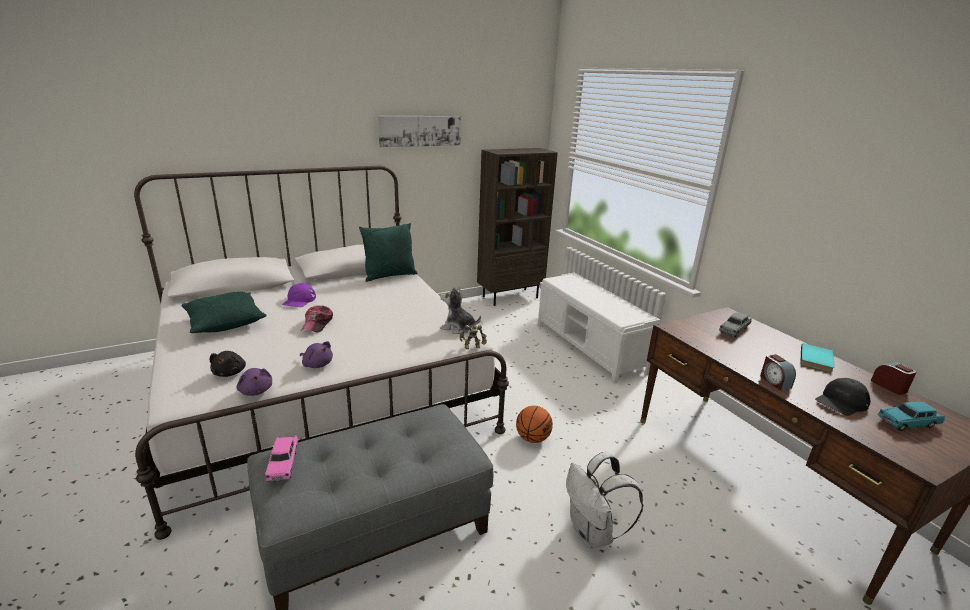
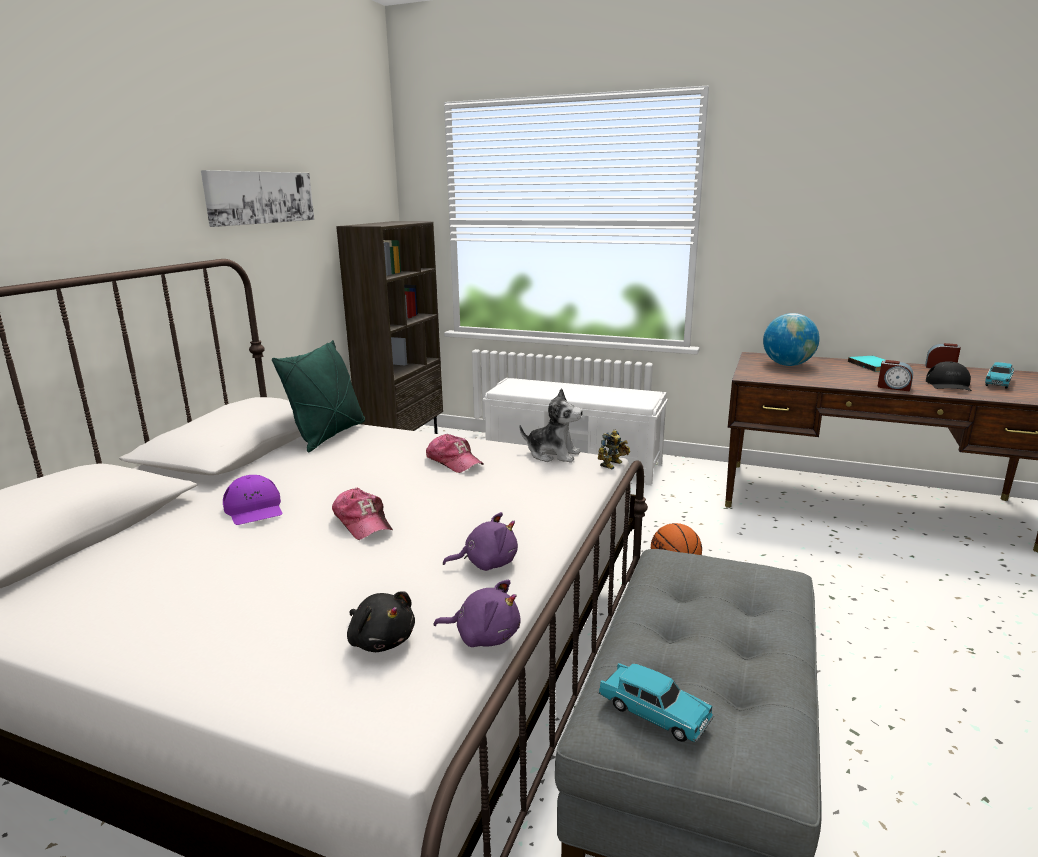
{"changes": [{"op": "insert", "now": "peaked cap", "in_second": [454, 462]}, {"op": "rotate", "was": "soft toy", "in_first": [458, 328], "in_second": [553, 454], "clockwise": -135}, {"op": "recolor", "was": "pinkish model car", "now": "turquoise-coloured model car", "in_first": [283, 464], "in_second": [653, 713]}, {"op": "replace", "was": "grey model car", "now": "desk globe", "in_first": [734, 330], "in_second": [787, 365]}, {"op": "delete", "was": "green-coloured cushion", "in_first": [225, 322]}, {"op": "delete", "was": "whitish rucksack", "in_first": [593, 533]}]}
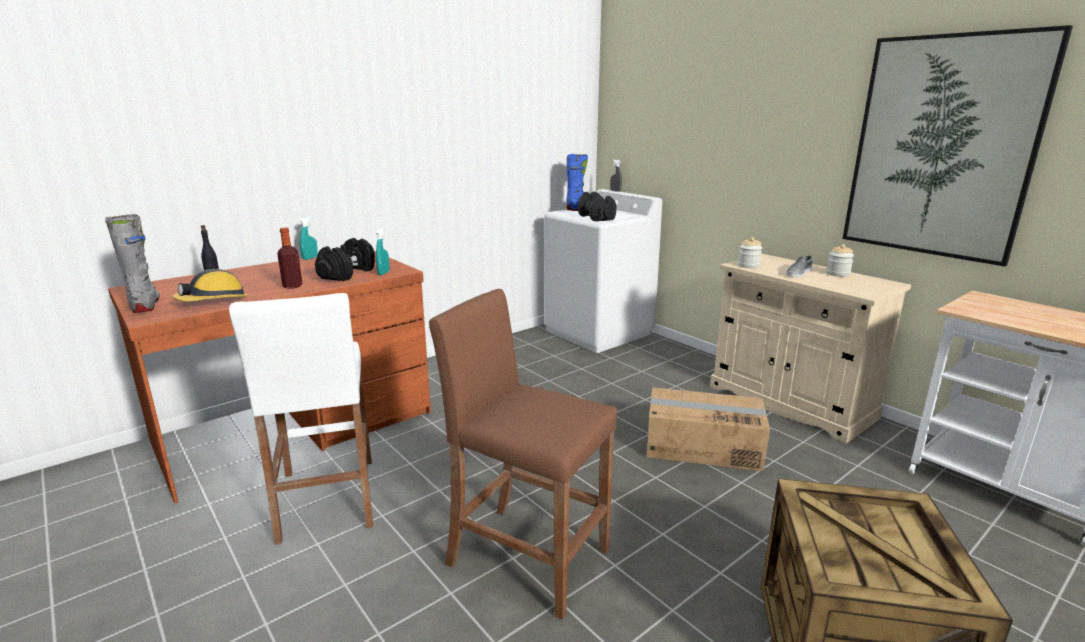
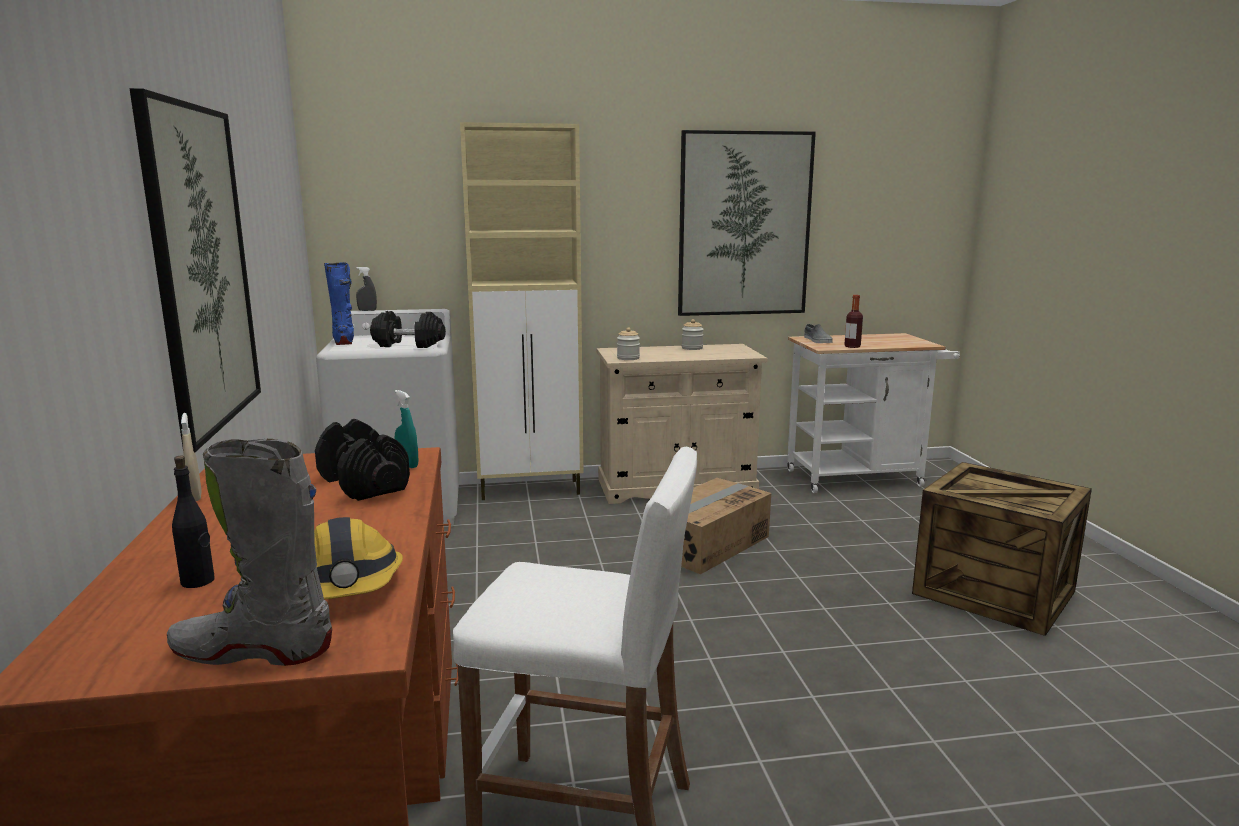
{"changes": [{"op": "insert", "now": "wall art", "in_second": [201, 268]}, {"op": "recolor", "was": "turquoise-coloured spray bottle", "now": "sand-coloured spray bottle", "in_first": [310, 258], "in_second": [195, 497]}, {"op": "insert", "now": "sand-coloured cabinet", "in_second": [531, 490]}, {"op": "move", "was": "grey shoe", "in_first": [798, 273], "in_second": [817, 340]}, {"op": "move", "was": "drink bottle", "in_first": [292, 286], "in_second": [852, 346]}, {"op": "delete", "was": "brown-coloured stool seat", "in_first": [527, 557]}]}
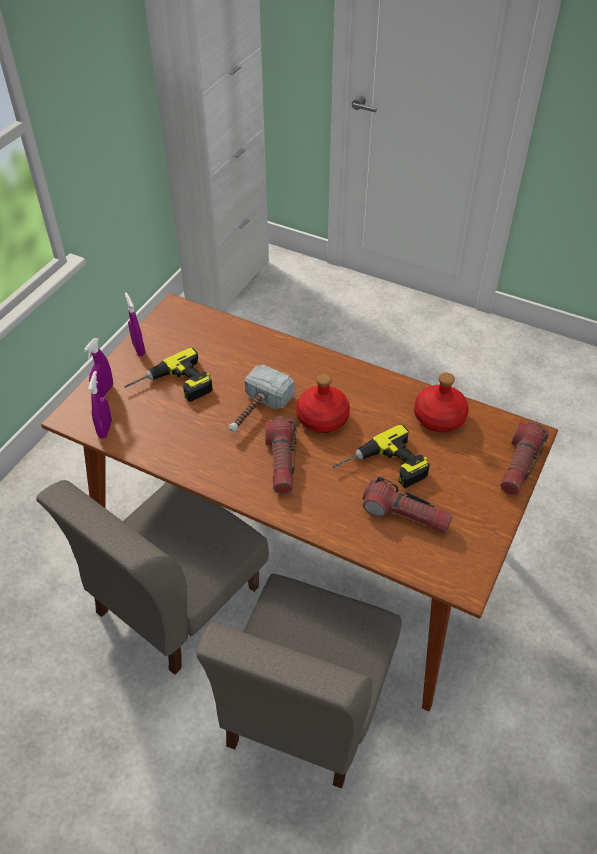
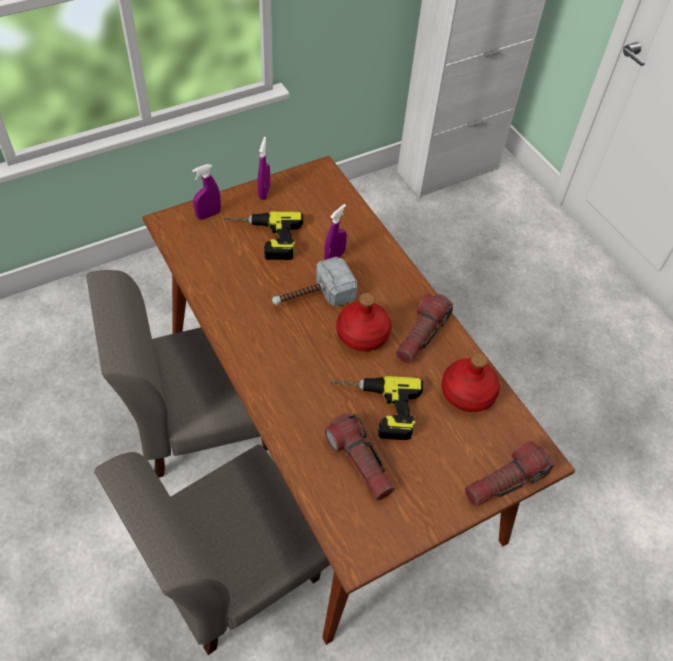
{"changes": [{"op": "move", "was": "purple-coloured spray bottle", "in_first": [105, 429], "in_second": [334, 257]}, {"op": "move", "was": "torch", "in_first": [281, 462], "in_second": [421, 335]}]}
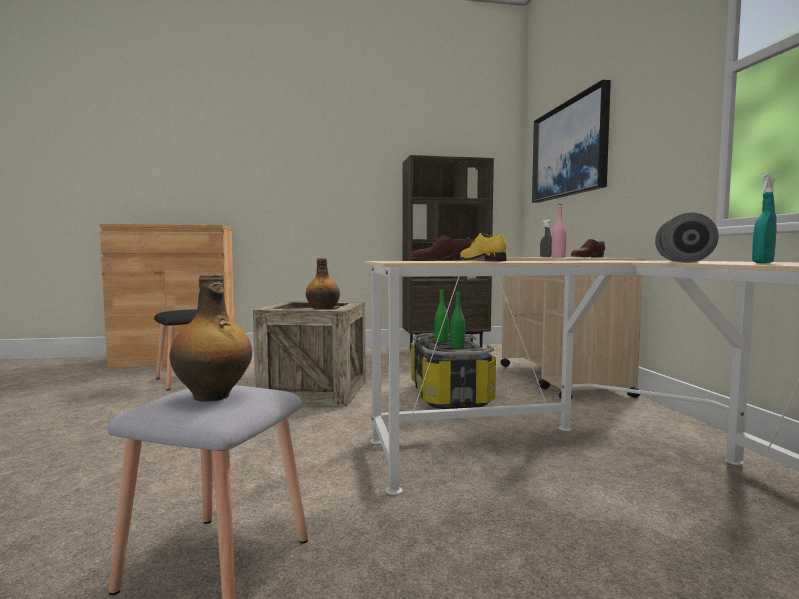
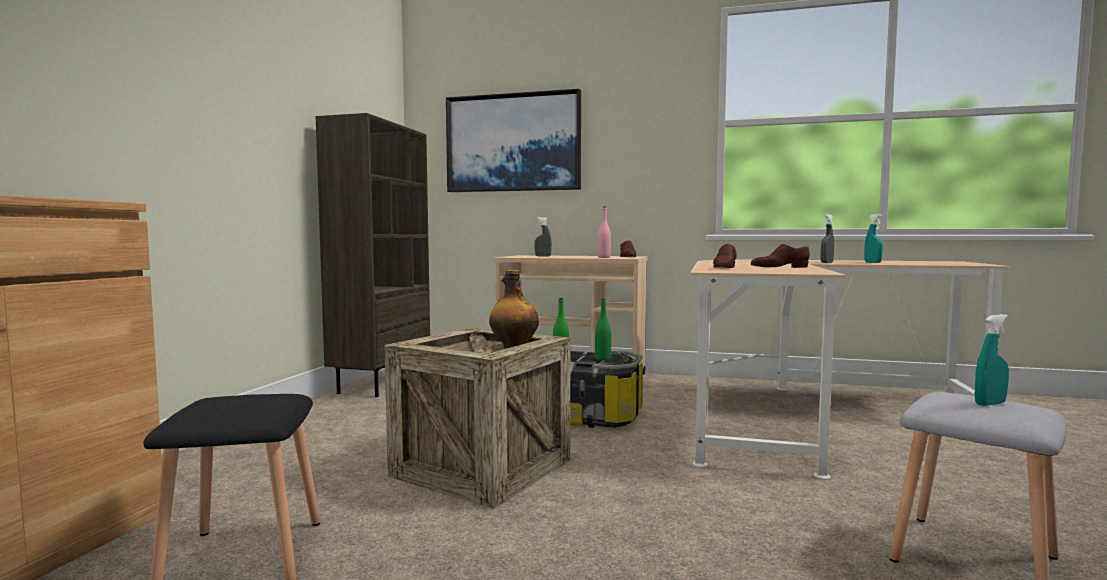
{"changes": [{"op": "recolor", "was": "yellow shoe", "now": "brown-coloured shoe", "in_first": [482, 261], "in_second": [779, 267]}, {"op": "replace", "was": "grey free weight", "now": "grey spray bottle", "in_first": [683, 262], "in_second": [826, 262]}, {"op": "replace", "was": "drink bottle", "now": "turquoise-coloured spray bottle", "in_first": [212, 397], "in_second": [990, 404]}]}
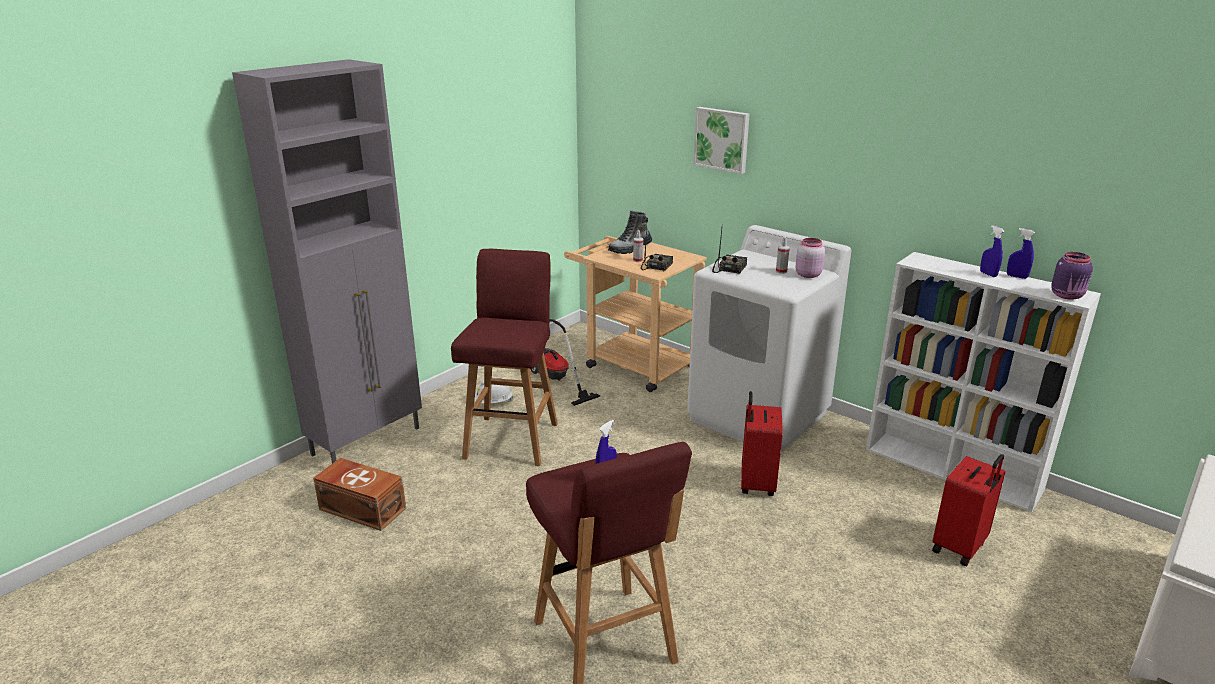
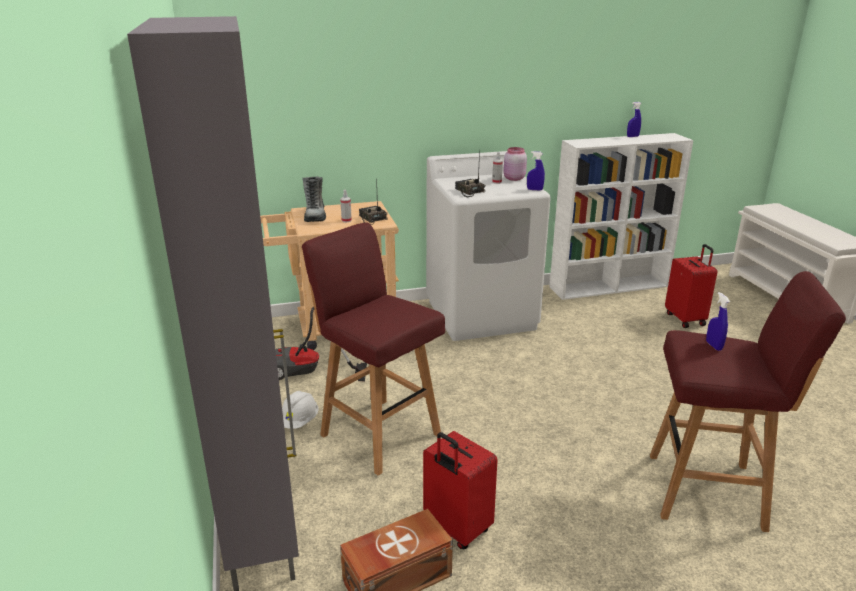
{"changes": [{"op": "move", "was": "red-coloured piece of luggage", "in_first": [756, 484], "in_second": [456, 529]}, {"op": "move", "was": "bluish spray bottle", "in_first": [988, 274], "in_second": [534, 189]}, {"op": "delete", "was": "wall art", "in_first": [722, 139]}, {"op": "delete", "was": "purple-coloured storage jar", "in_first": [1067, 296]}]}
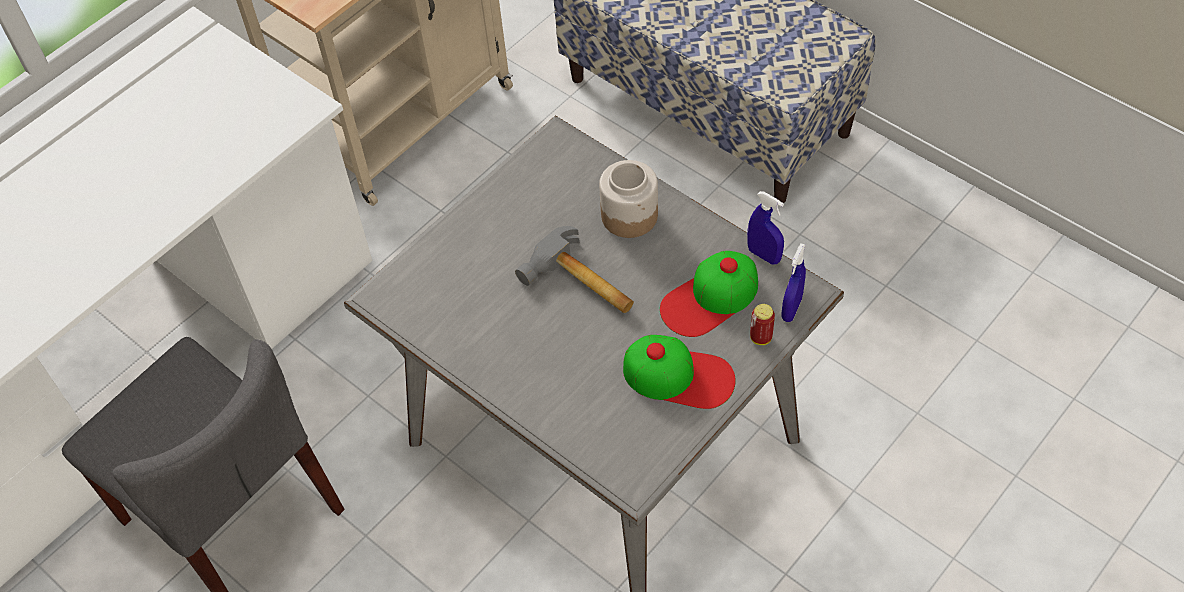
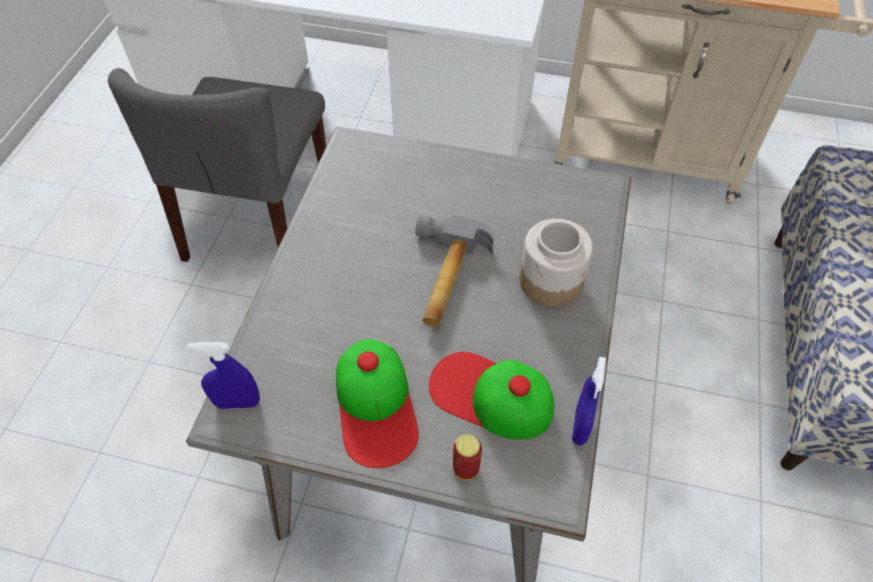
{"changes": [{"op": "move", "was": "bluish spray bottle", "in_first": [791, 309], "in_second": [238, 402]}]}
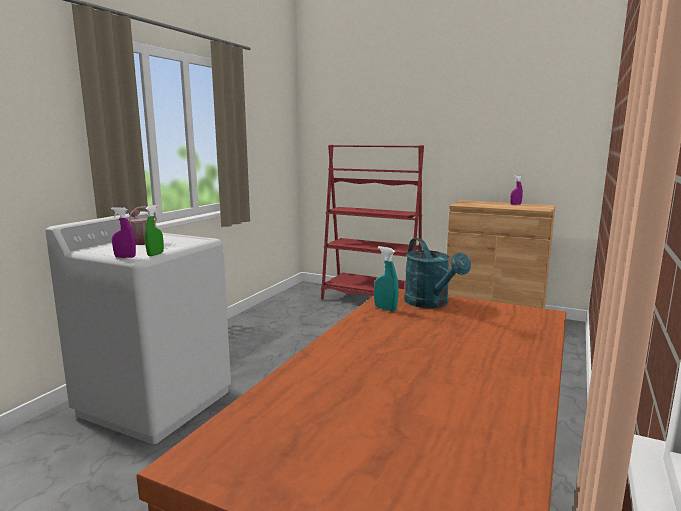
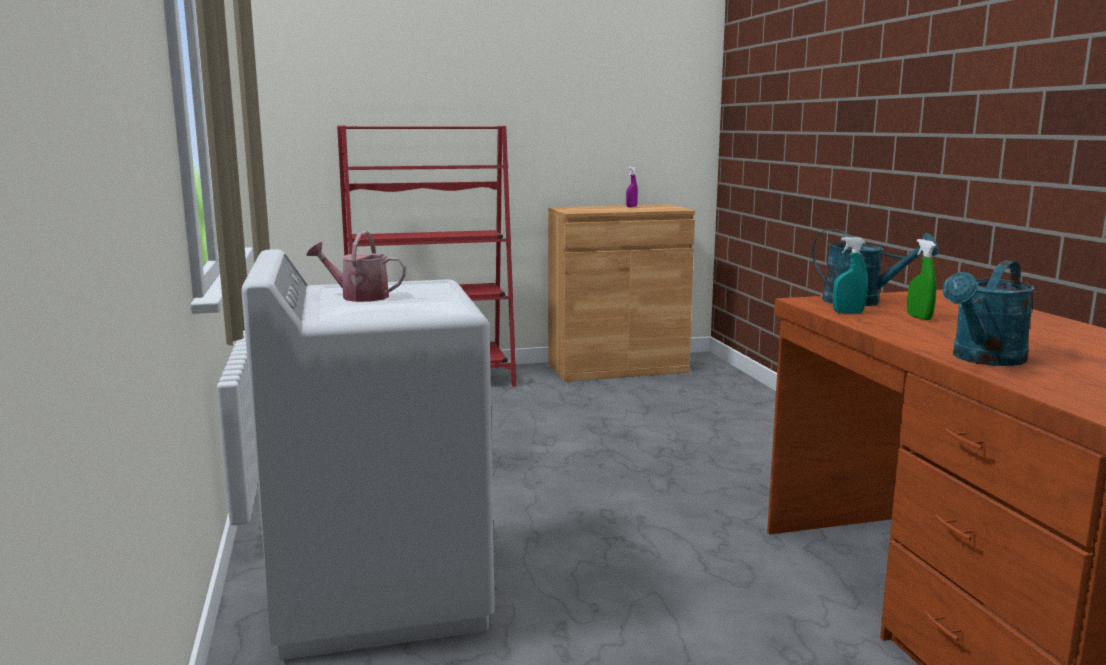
{"changes": [{"op": "move", "was": "green-coloured spray bottle", "in_first": [155, 254], "in_second": [919, 317]}, {"op": "insert", "now": "turquoise-coloured sprinkling can", "in_second": [983, 359]}, {"op": "delete", "was": "purple-coloured spray bottle", "in_first": [125, 257]}]}
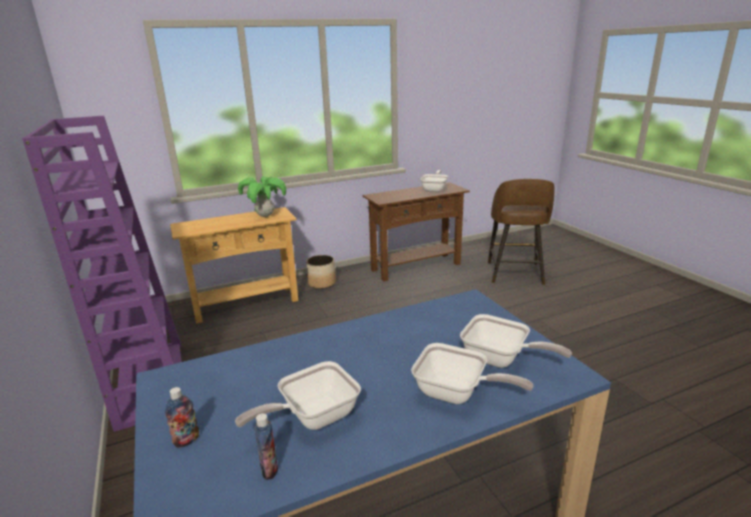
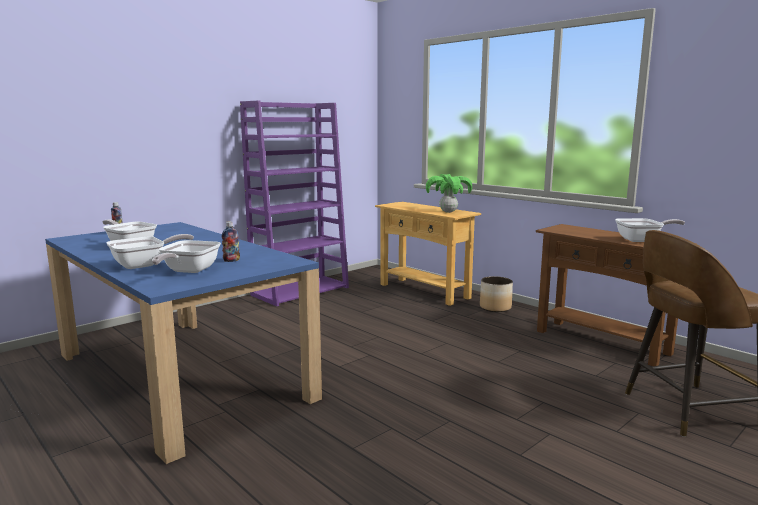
{"changes": [{"op": "rotate", "was": "skillet", "in_first": [456, 394], "in_second": [144, 265], "clockwise": -135}, {"op": "move", "was": "drink bottle", "in_first": [269, 470], "in_second": [231, 260]}]}
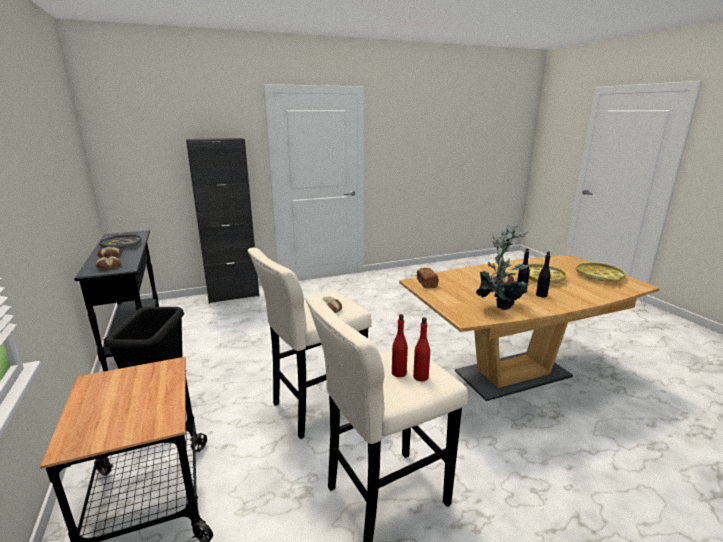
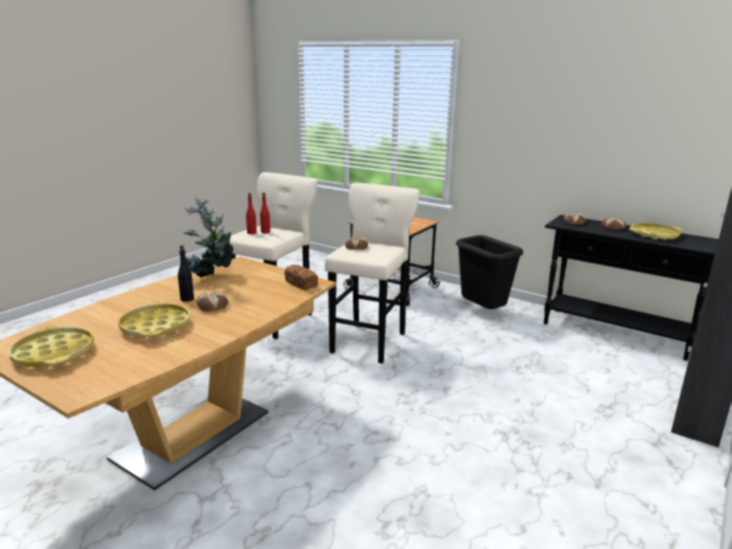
{"changes": [{"op": "recolor", "was": "grey serving tray", "now": "yellow serving tray", "in_first": [121, 245], "in_second": [654, 235]}, {"op": "delete", "was": "black drink bottle", "in_first": [541, 295]}]}
